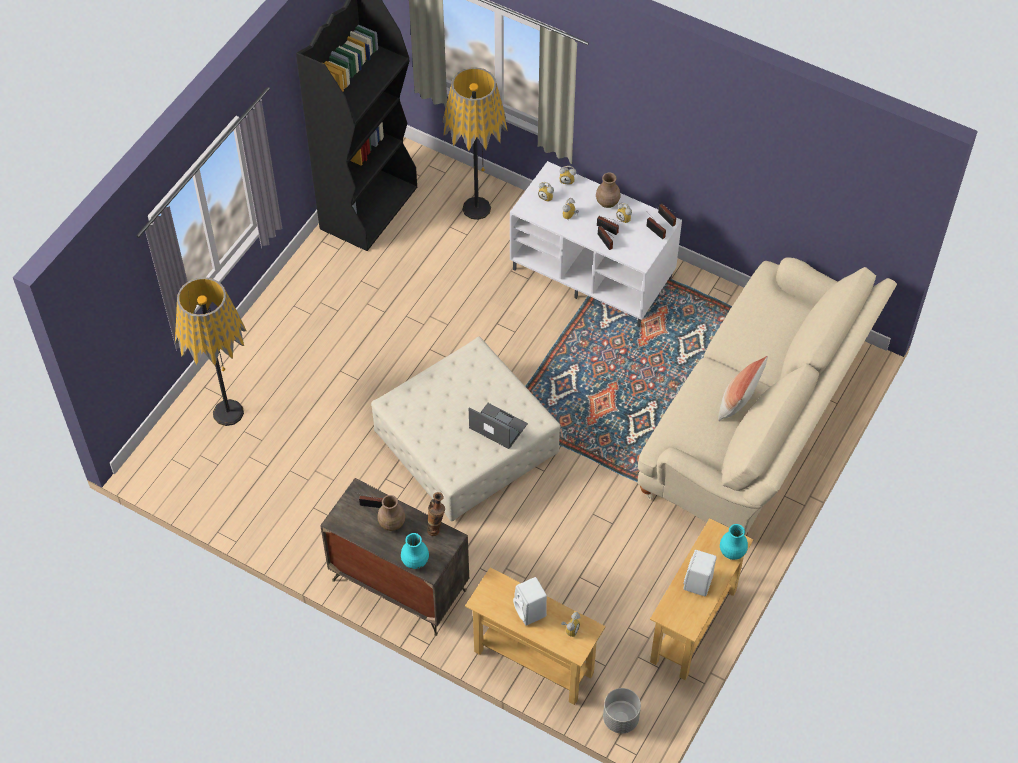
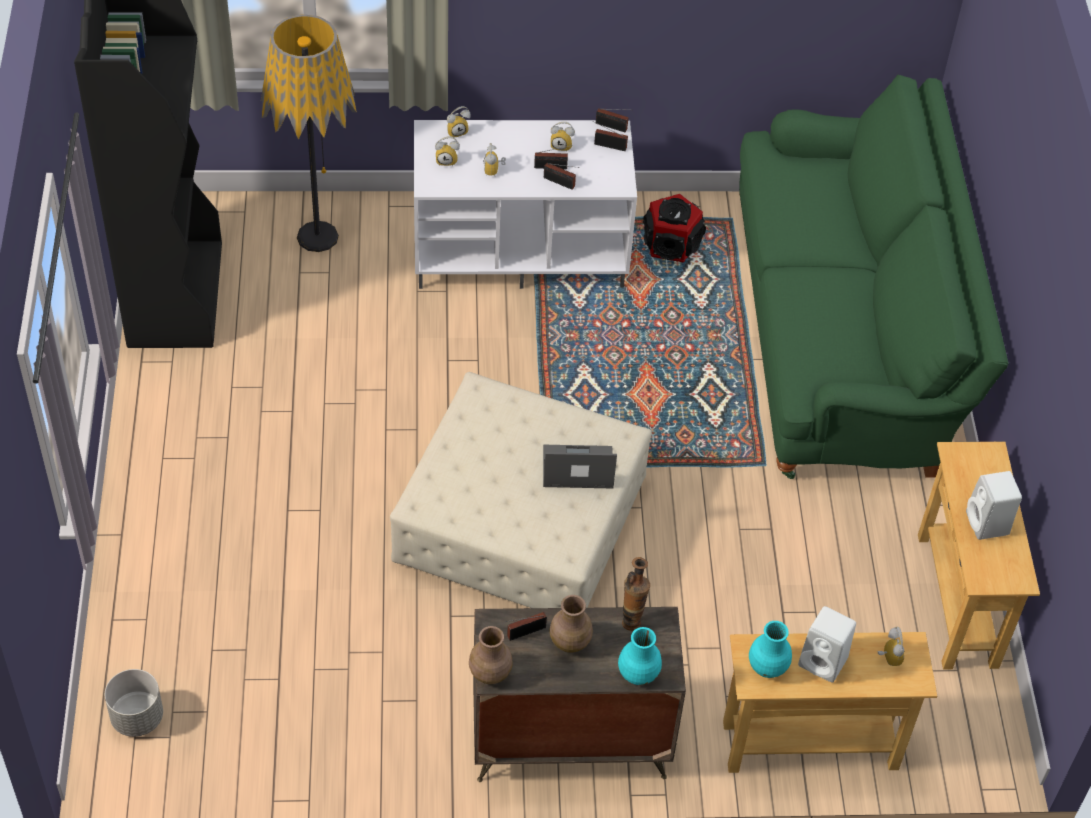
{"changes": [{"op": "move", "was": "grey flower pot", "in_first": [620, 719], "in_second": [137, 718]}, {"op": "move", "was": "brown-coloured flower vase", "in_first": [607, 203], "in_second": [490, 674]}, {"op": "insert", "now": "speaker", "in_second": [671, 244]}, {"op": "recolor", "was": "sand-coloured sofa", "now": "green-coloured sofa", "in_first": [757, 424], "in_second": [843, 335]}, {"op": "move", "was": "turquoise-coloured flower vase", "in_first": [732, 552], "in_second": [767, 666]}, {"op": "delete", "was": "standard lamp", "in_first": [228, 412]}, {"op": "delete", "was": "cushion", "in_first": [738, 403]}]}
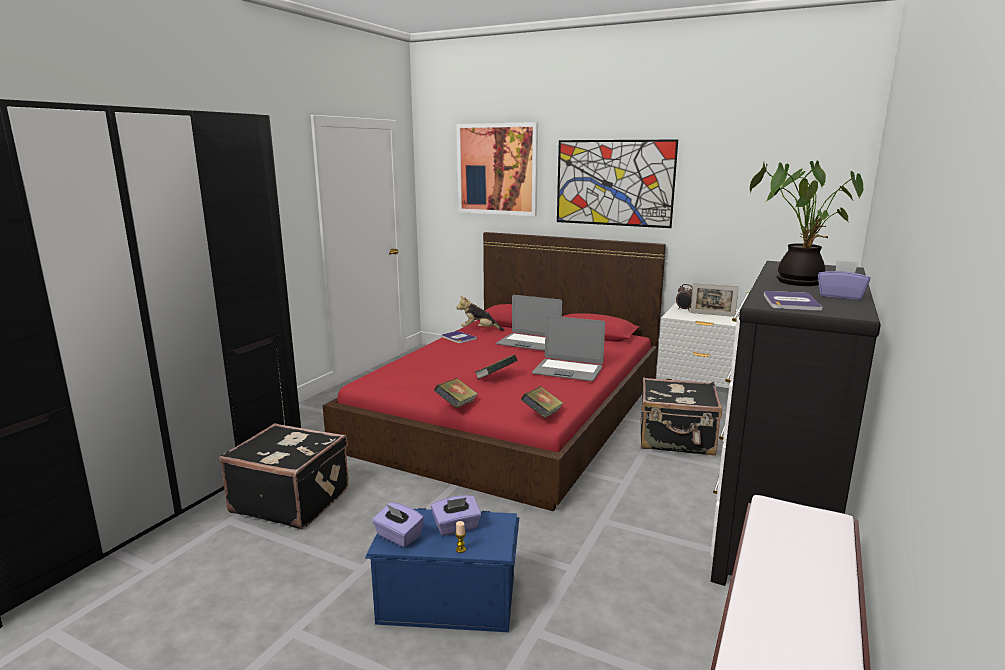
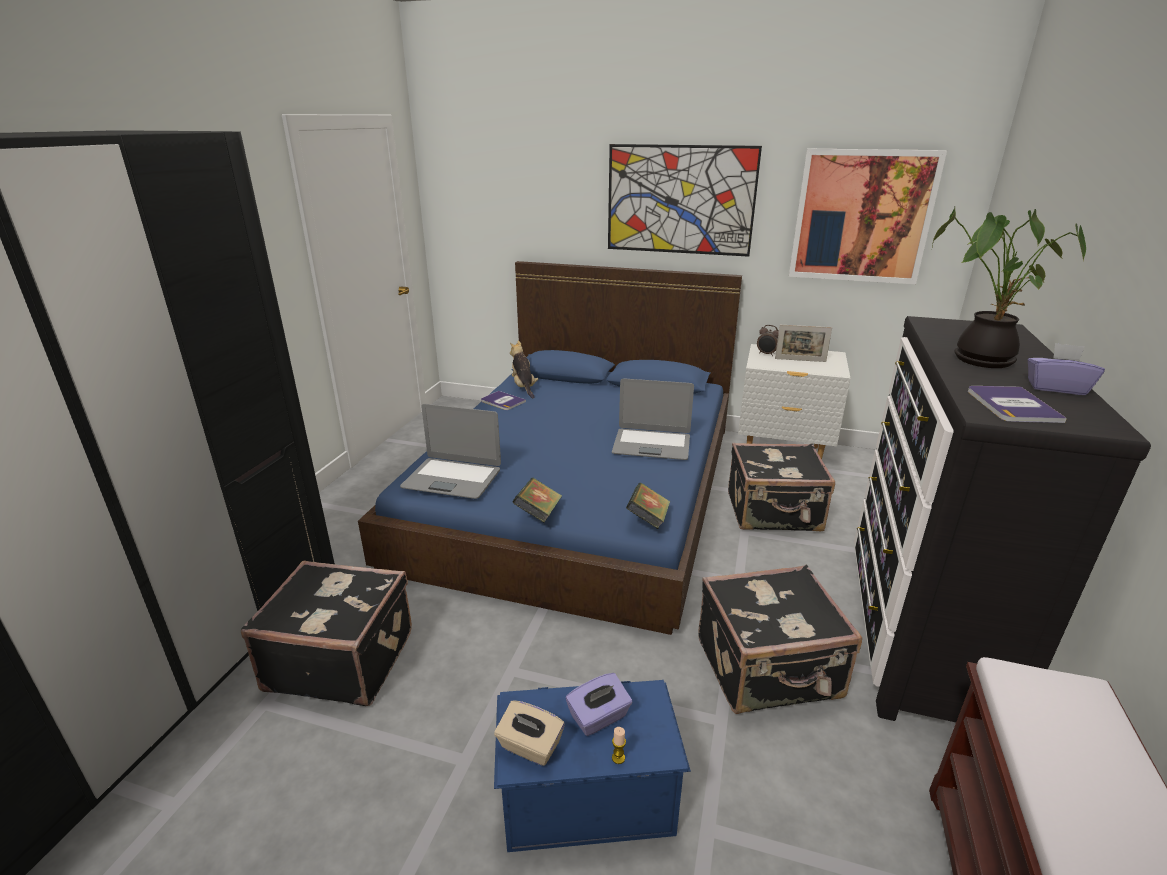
{"changes": [{"op": "recolor", "was": "red-coloured sleeping bed", "now": "bluish sleeping bed", "in_first": [513, 412], "in_second": [580, 489]}, {"op": "move", "was": "portable computer", "in_first": [529, 343], "in_second": [452, 479]}, {"op": "recolor", "was": "purple-coloured tissue box", "now": "sand-coloured tissue box", "in_first": [398, 536], "in_second": [530, 746]}, {"op": "rotate", "was": "soft toy", "in_first": [479, 330], "in_second": [524, 387], "clockwise": 75}, {"op": "insert", "now": "black piece of luggage", "in_second": [769, 670]}, {"op": "move", "was": "wall art", "in_first": [497, 169], "in_second": [862, 217]}, {"op": "delete", "was": "bound book", "in_first": [495, 378]}]}
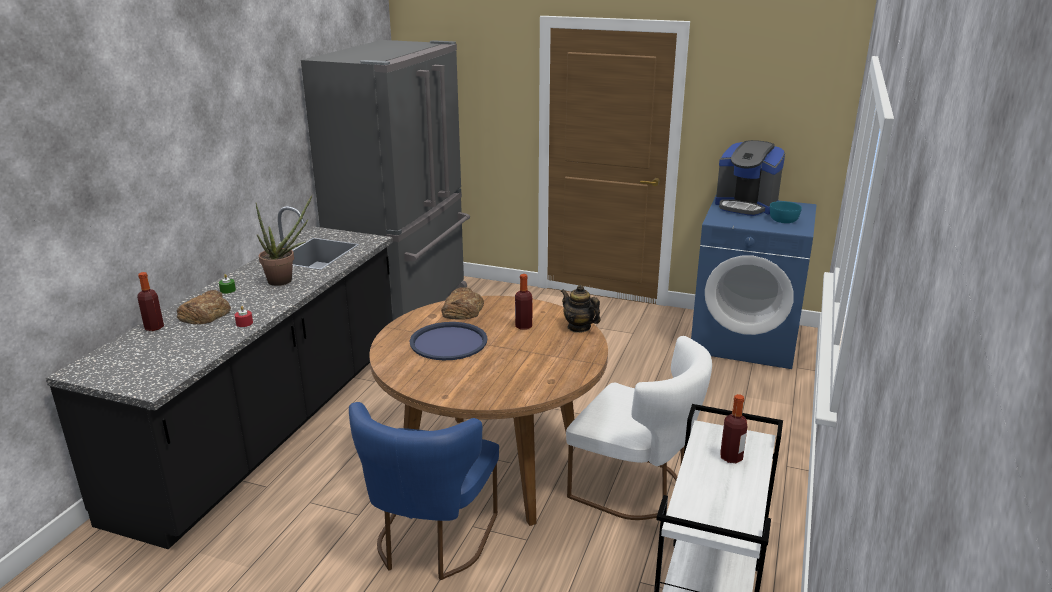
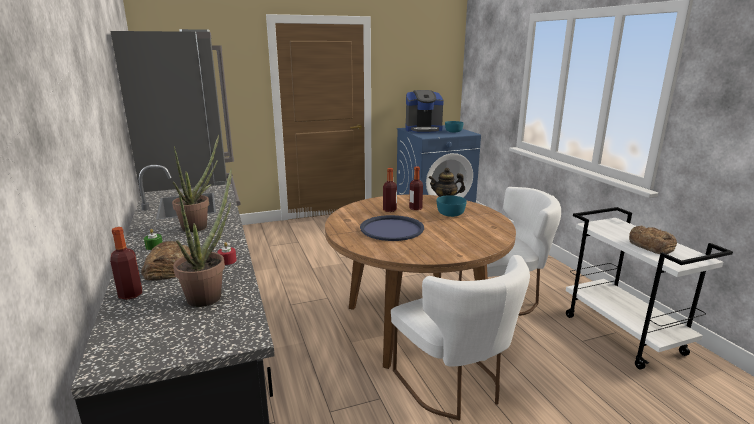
{"changes": [{"op": "insert", "now": "potted plant", "in_second": [210, 295]}, {"op": "move", "was": "drink bottle", "in_first": [731, 457], "in_second": [389, 210]}, {"op": "recolor", "was": "bluish plain chair", "now": "whitish plain chair", "in_first": [430, 543], "in_second": [455, 386]}, {"op": "insert", "now": "turquoise-coloured bowl", "in_second": [451, 213]}, {"op": "move", "was": "baked bread", "in_first": [462, 310], "in_second": [651, 245]}]}
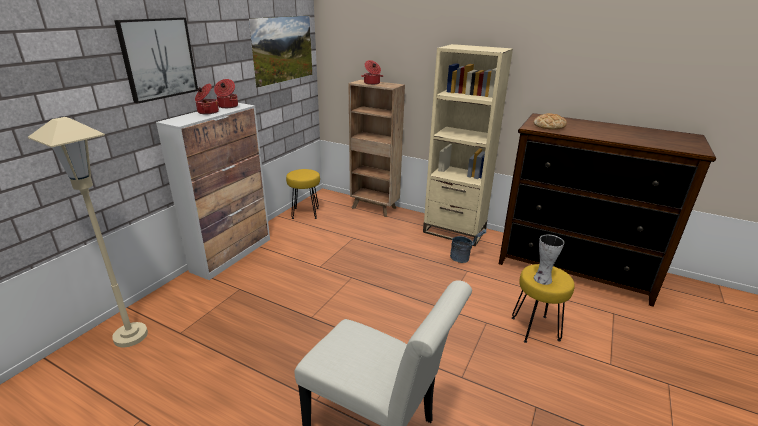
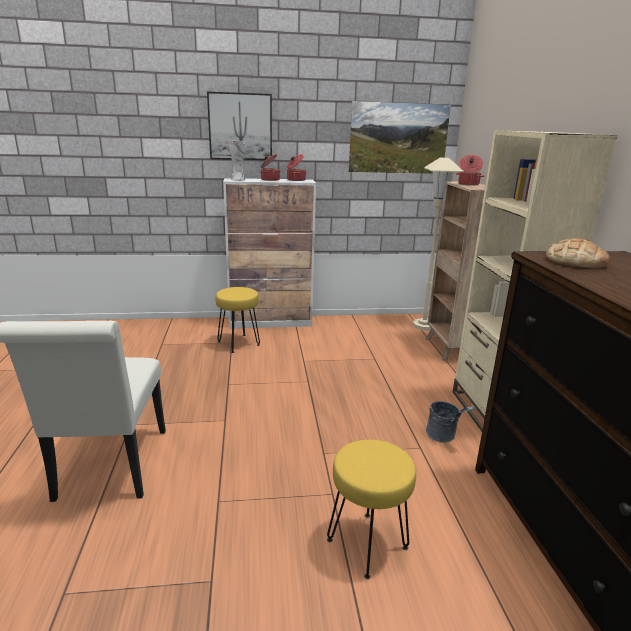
{"changes": [{"op": "move", "was": "yellow stool seat", "in_first": [305, 213], "in_second": [239, 343]}, {"op": "move", "was": "flower vase", "in_first": [541, 279], "in_second": [237, 179]}, {"op": "move", "was": "sand-coloured standard lamp", "in_first": [130, 336], "in_second": [423, 326]}]}
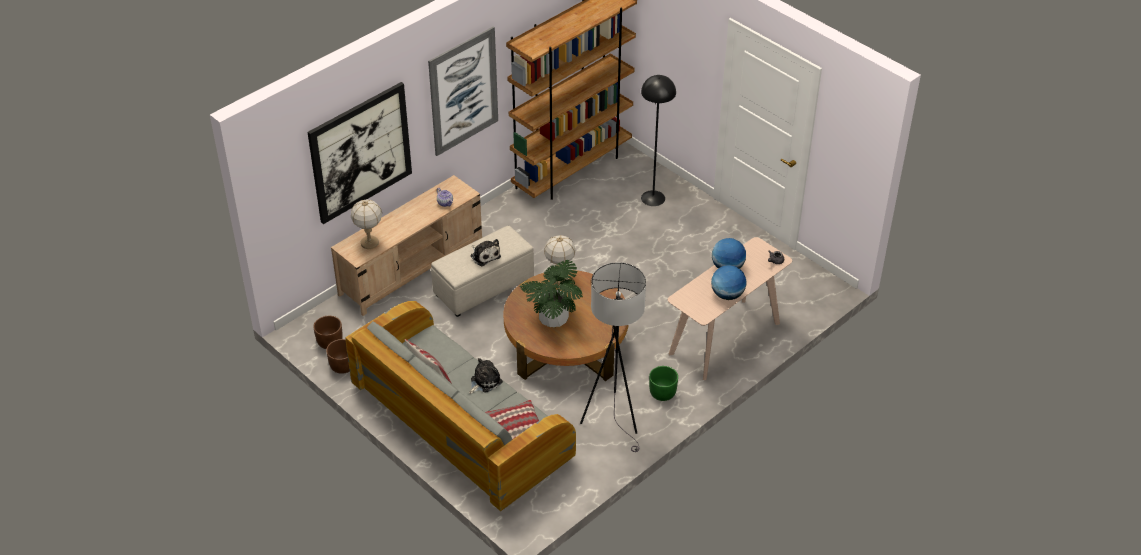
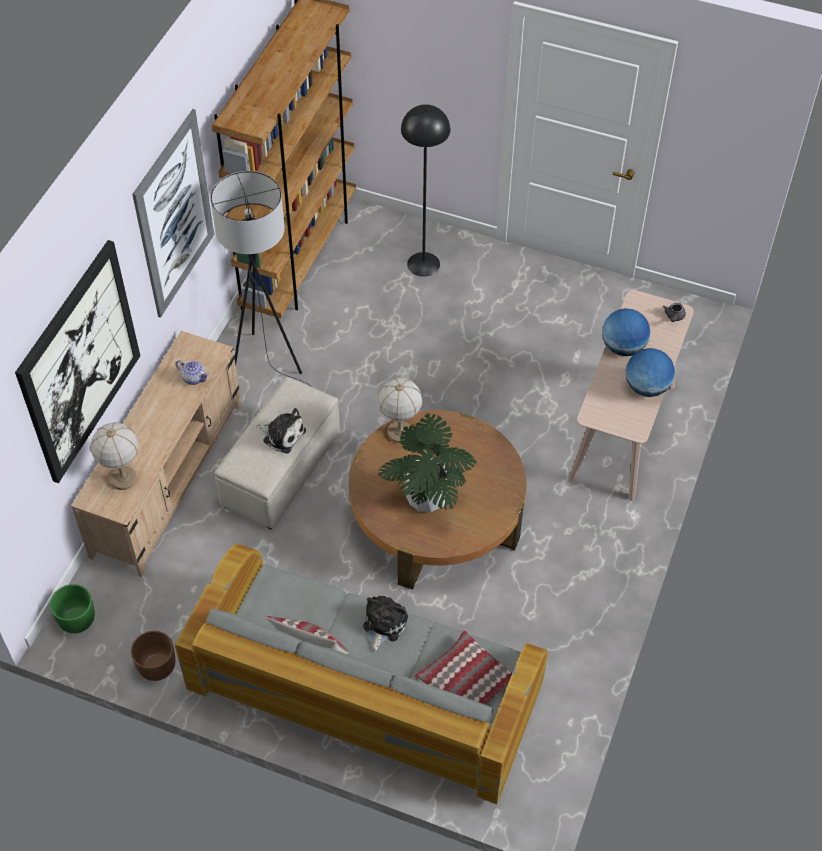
{"changes": [{"op": "move", "was": "green-coloured flower pot", "in_first": [662, 393], "in_second": [76, 619]}, {"op": "move", "was": "grey standard lamp", "in_first": [615, 418], "in_second": [268, 364]}, {"op": "delete", "was": "brown-coloured flower pot", "in_first": [329, 342]}]}
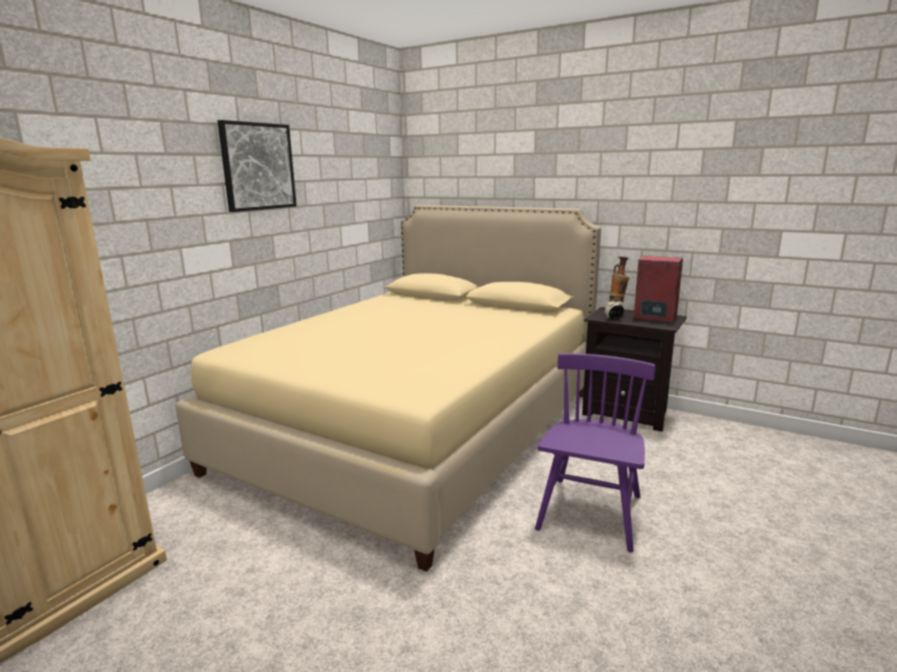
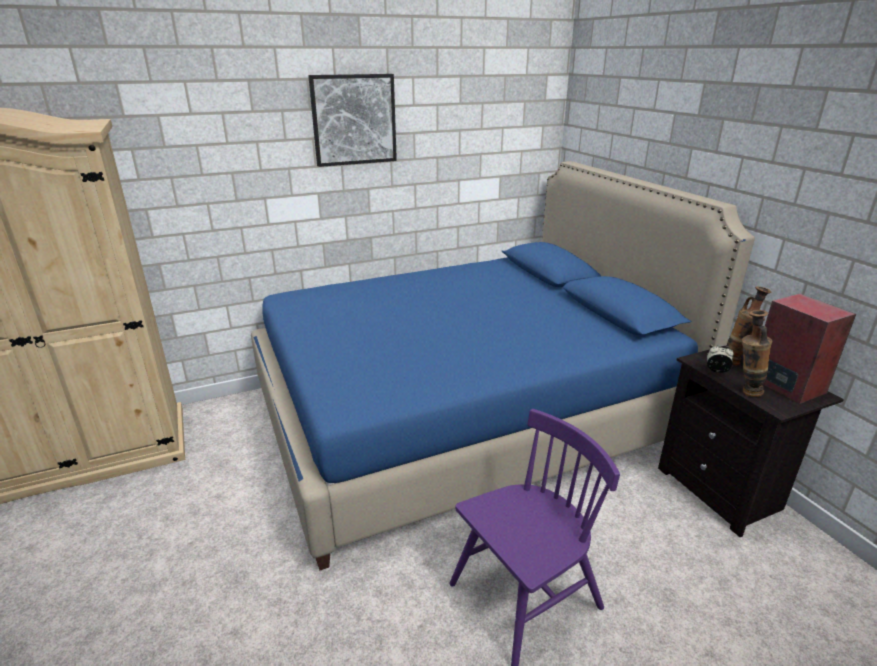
{"changes": [{"op": "recolor", "was": "sand-coloured sleeping bed", "now": "bluish sleeping bed", "in_first": [417, 429], "in_second": [464, 415]}, {"op": "insert", "now": "flower vase", "in_second": [745, 391]}]}
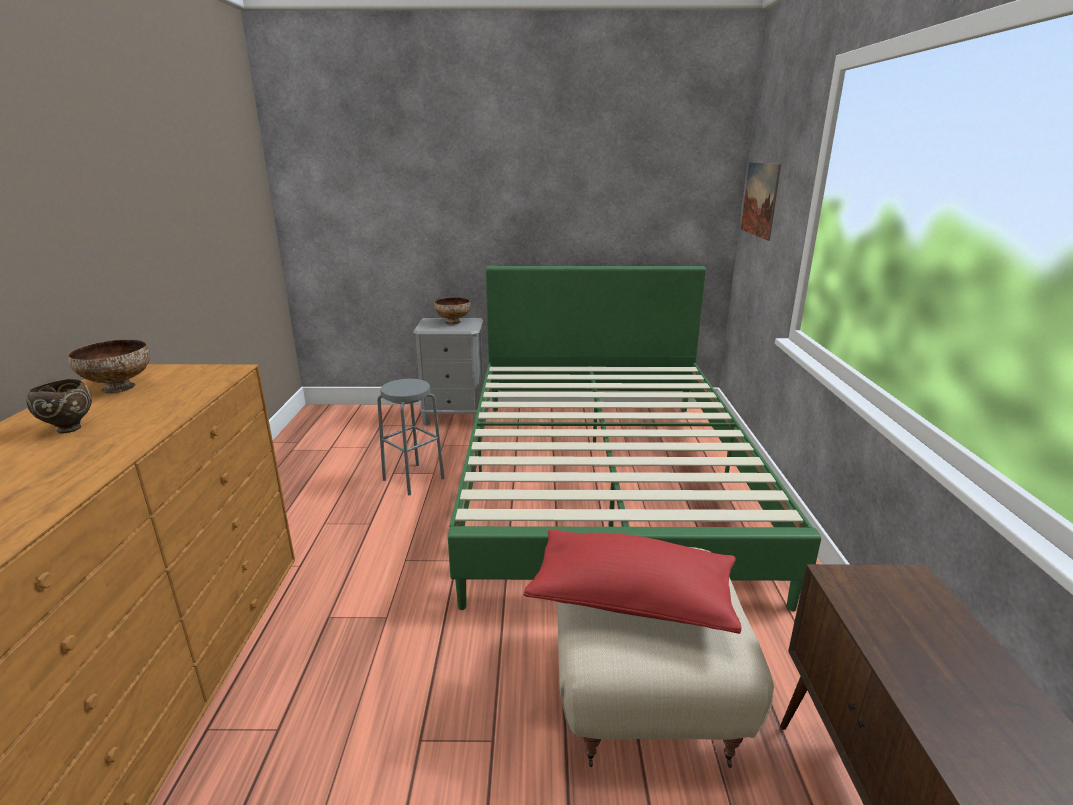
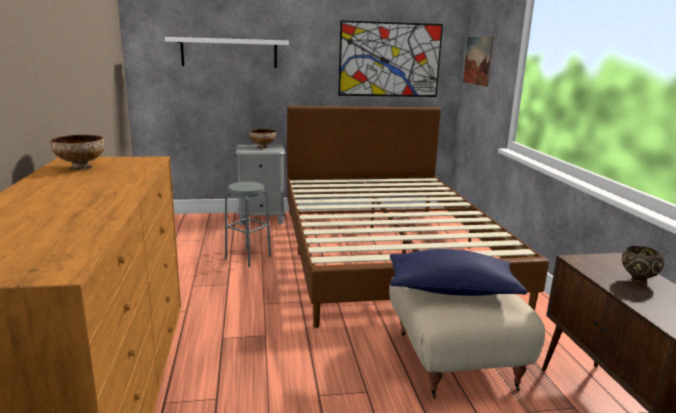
{"changes": [{"op": "insert", "now": "whitish bracket shelf", "in_second": [229, 52]}, {"op": "recolor", "was": "green-coloured sleeping bed", "now": "brown-coloured sleeping bed", "in_first": [604, 481], "in_second": [386, 253]}, {"op": "insert", "now": "wall art", "in_second": [390, 60]}, {"op": "recolor", "was": "red-coloured cushion", "now": "bluish cushion", "in_first": [632, 599], "in_second": [451, 290]}, {"op": "move", "was": "brown-coloured bowl", "in_first": [70, 428], "in_second": [637, 281]}]}
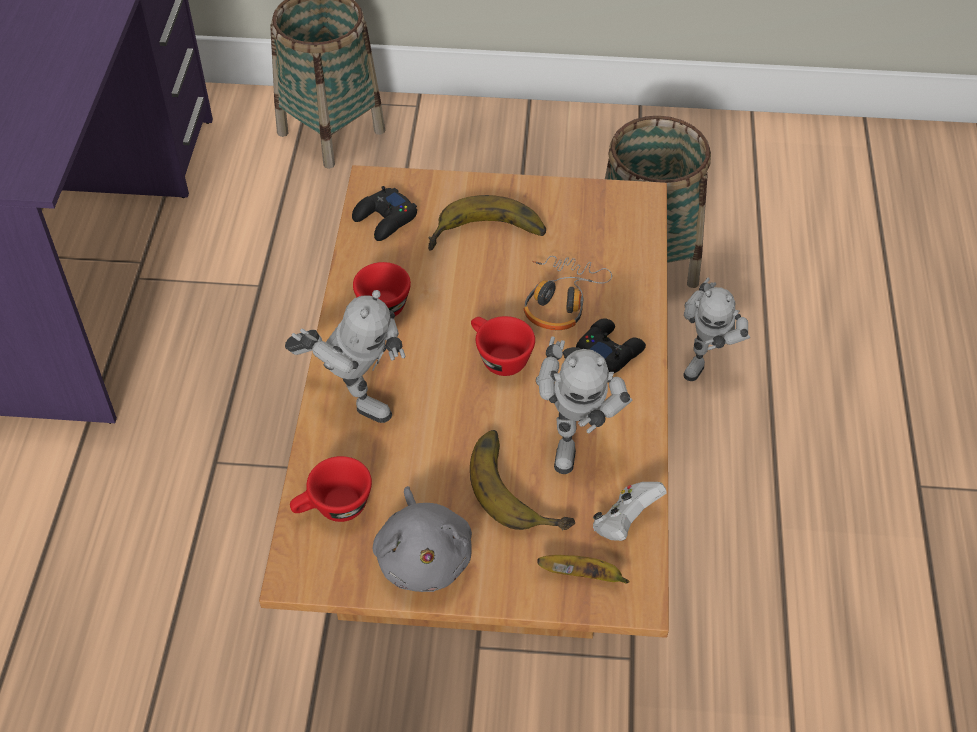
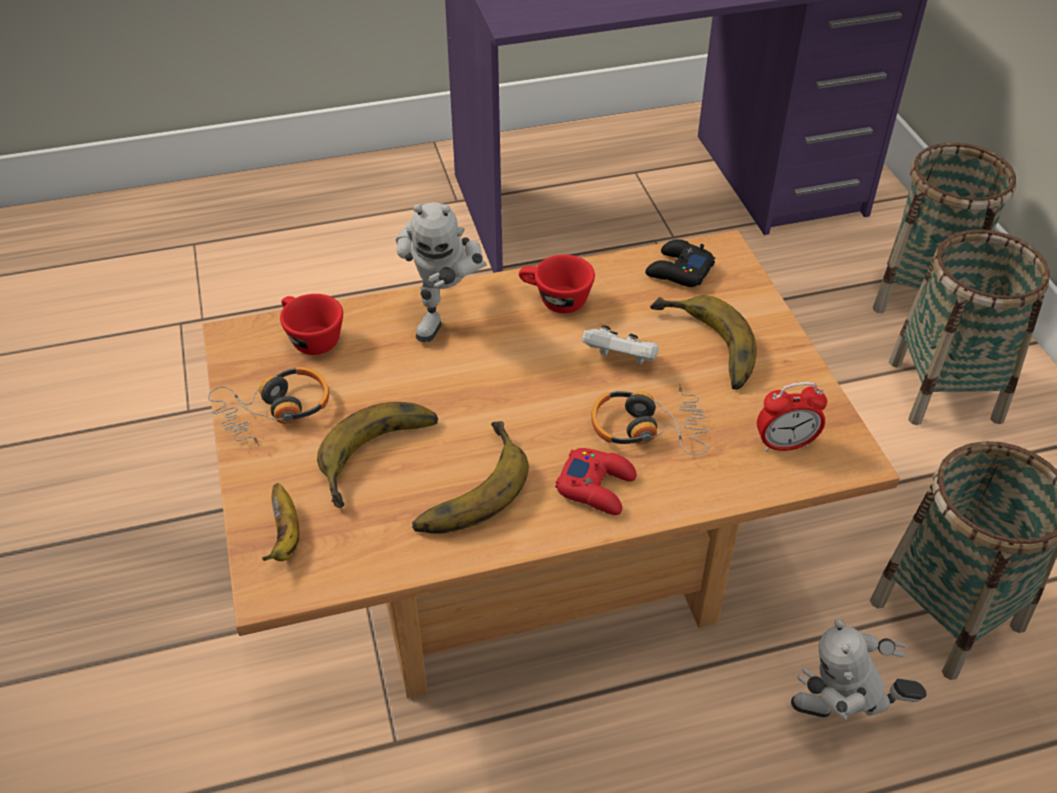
{"changes": [{"op": "replace", "was": "grey soft toy", "now": "headphones", "in_first": [424, 557], "in_second": [275, 412]}, {"op": "replace", "was": "model robot", "now": "banana fruit", "in_first": [575, 435], "in_second": [464, 486]}, {"op": "recolor", "was": "black joypad", "now": "red-coloured joypad", "in_first": [609, 351], "in_second": [597, 486]}, {"op": "move", "was": "whitish joypad", "in_first": [625, 522], "in_second": [621, 360]}, {"op": "insert", "now": "table clock", "in_second": [785, 444]}, {"op": "insert", "now": "basket", "in_second": [945, 390]}, {"op": "delete", "was": "red-coloured drinking cup", "in_first": [498, 357]}]}
